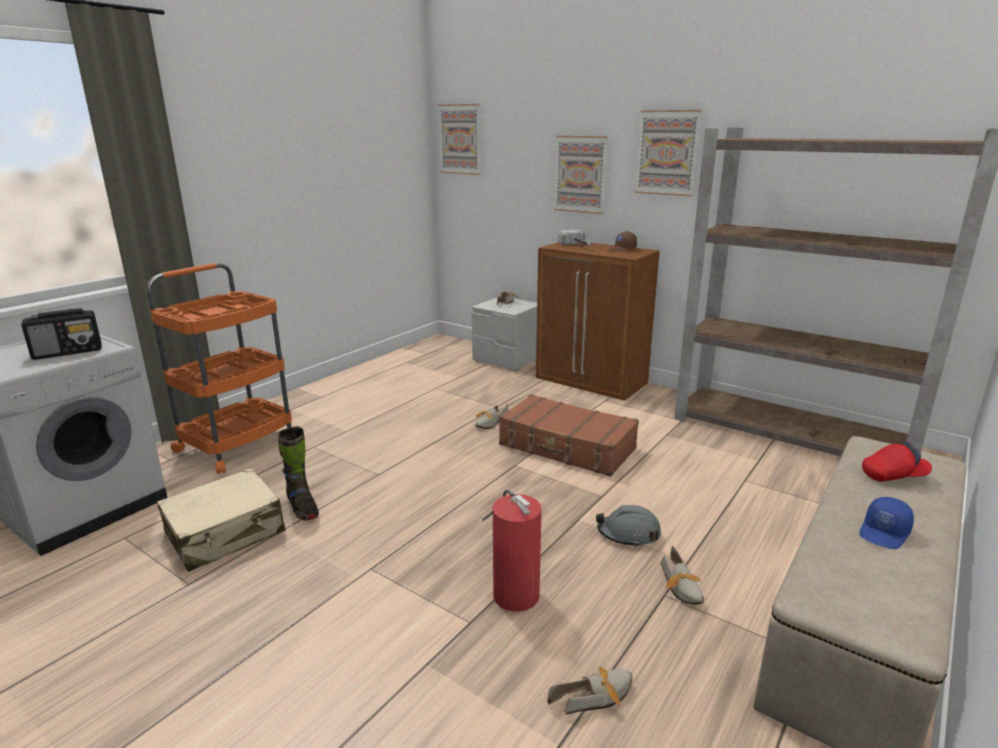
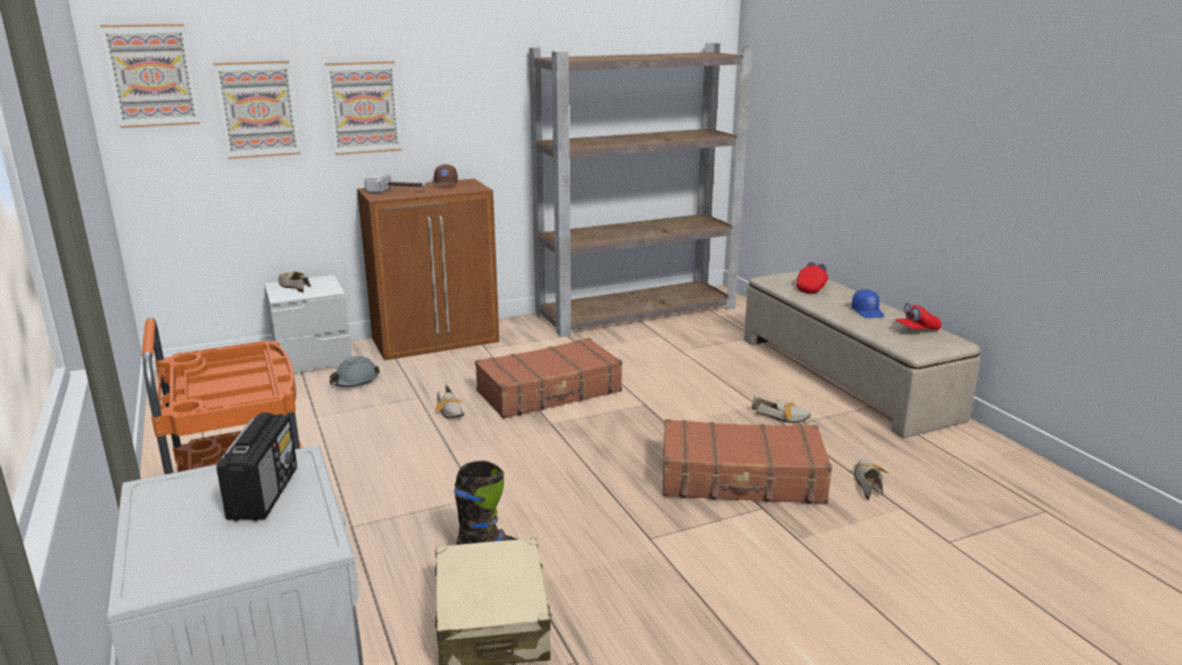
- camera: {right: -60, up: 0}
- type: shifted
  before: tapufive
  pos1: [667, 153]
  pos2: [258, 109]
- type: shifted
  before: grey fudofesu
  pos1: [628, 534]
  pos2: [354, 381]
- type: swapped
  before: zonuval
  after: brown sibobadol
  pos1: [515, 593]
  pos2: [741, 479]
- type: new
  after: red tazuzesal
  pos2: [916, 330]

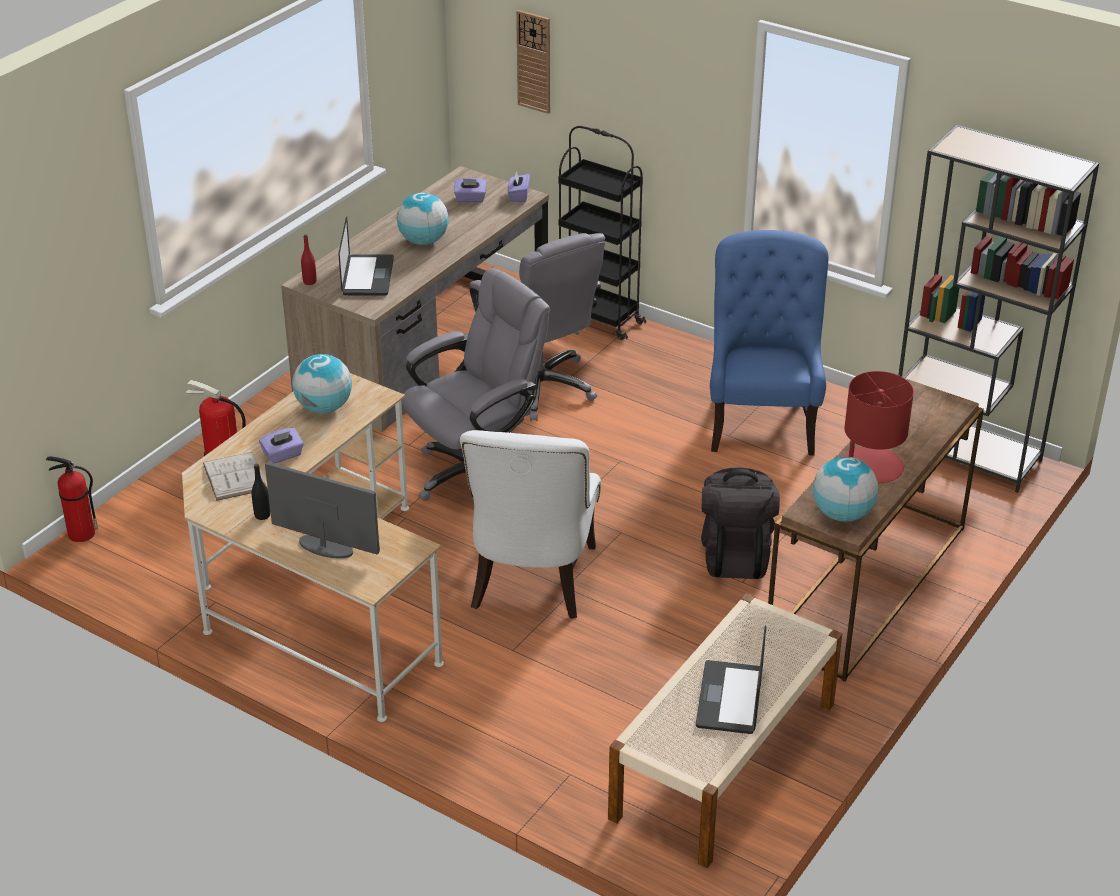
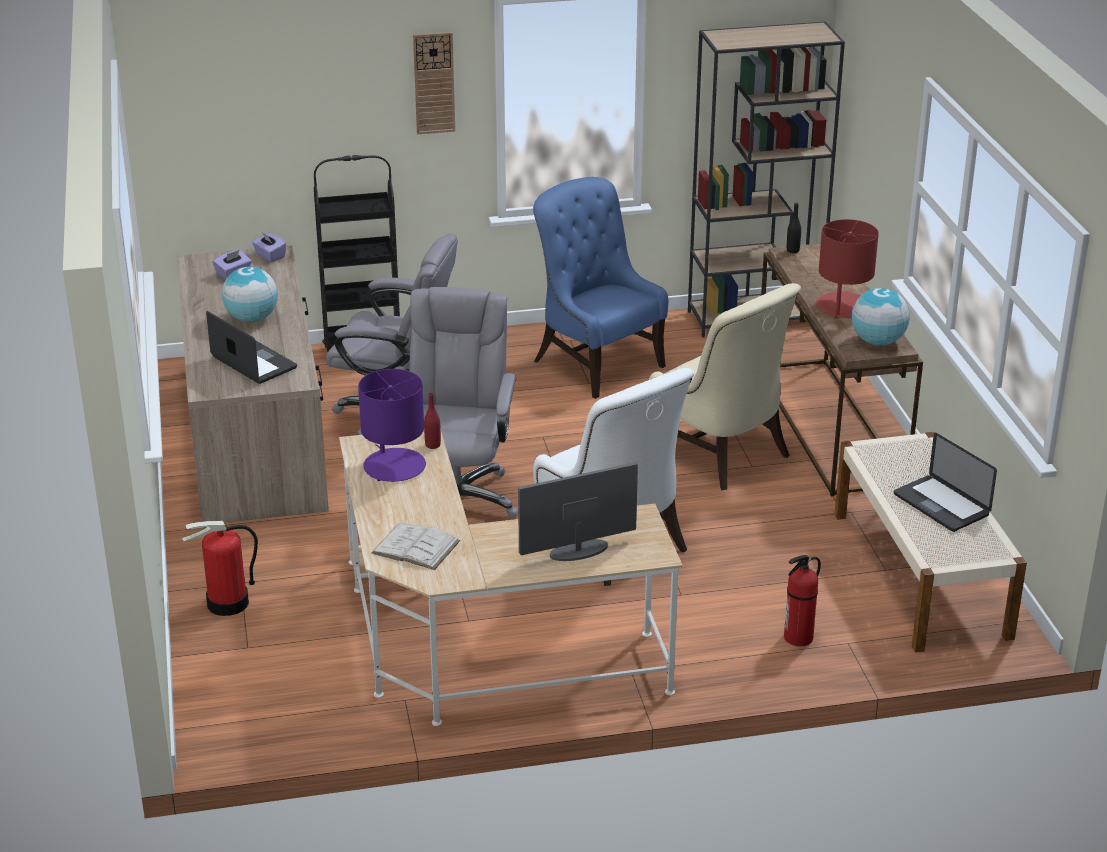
- camera: {right: -45, up: -5}
- type: swapped
  before: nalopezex
  after: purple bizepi
  pos1: [324, 407]
  pos2: [394, 466]
- type: shifted
  before: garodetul
  pos1: [534, 61]
  pos2: [434, 83]
- type: shifted
  before: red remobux
  pos1: [309, 282]
  pos2: [433, 445]
- type: swapped
  before: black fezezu
  after: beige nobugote
  pos1: [735, 555]
  pos2: [721, 453]
- type: shifted
  before: zonuval
  pos1: [80, 534]
  pos2: [798, 638]
- type: shifted
  before: black remobux
  pos1: [262, 515]
  pos2: [792, 250]
- type: gone
  before: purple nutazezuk
  pos1: [283, 455]

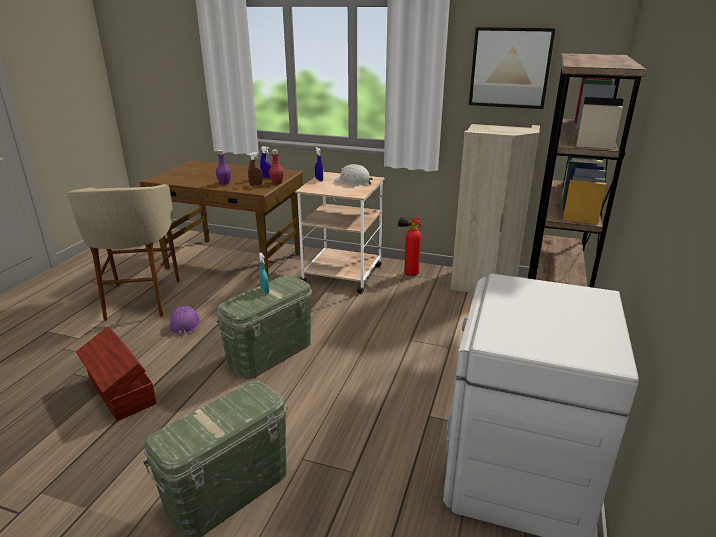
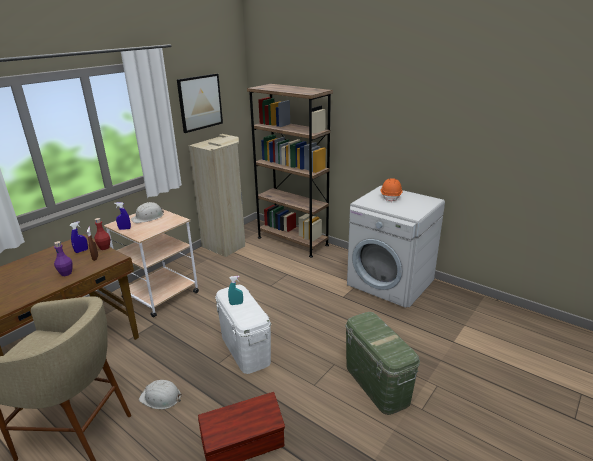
- camera: {right: -70, up: 0}
- type: repainted
  before: purple fudofesu
  after: white fudofesu
  pos1: [185, 324]
  pos2: [161, 397]
- type: repainted
  before: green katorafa
  after: white katorafa
  pos1: [270, 353]
  pos2: [245, 348]
- type: new
  after: orange fudofesu
  pos2: [391, 196]
- type: gone
  before: zonuval
  pos1: [408, 273]

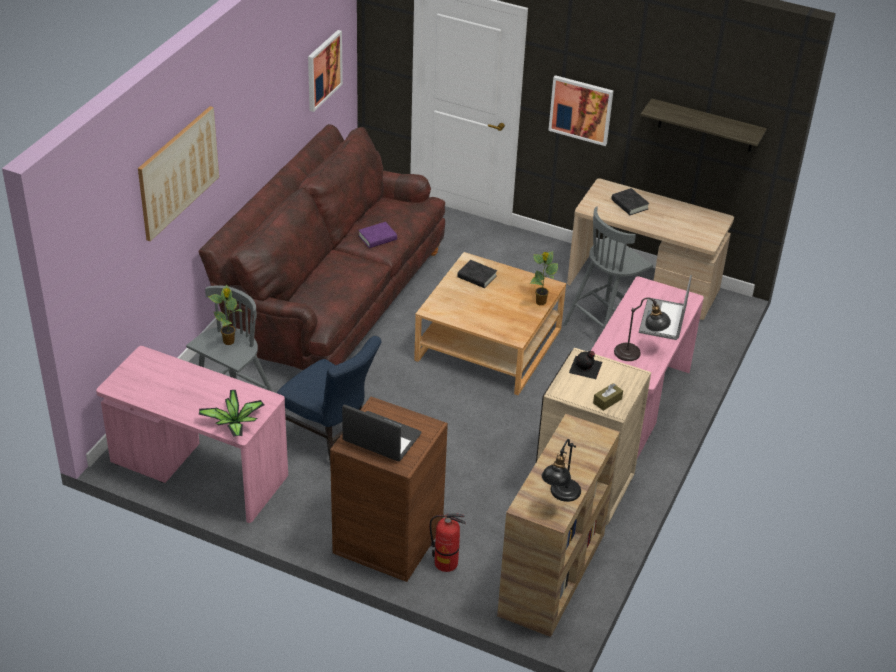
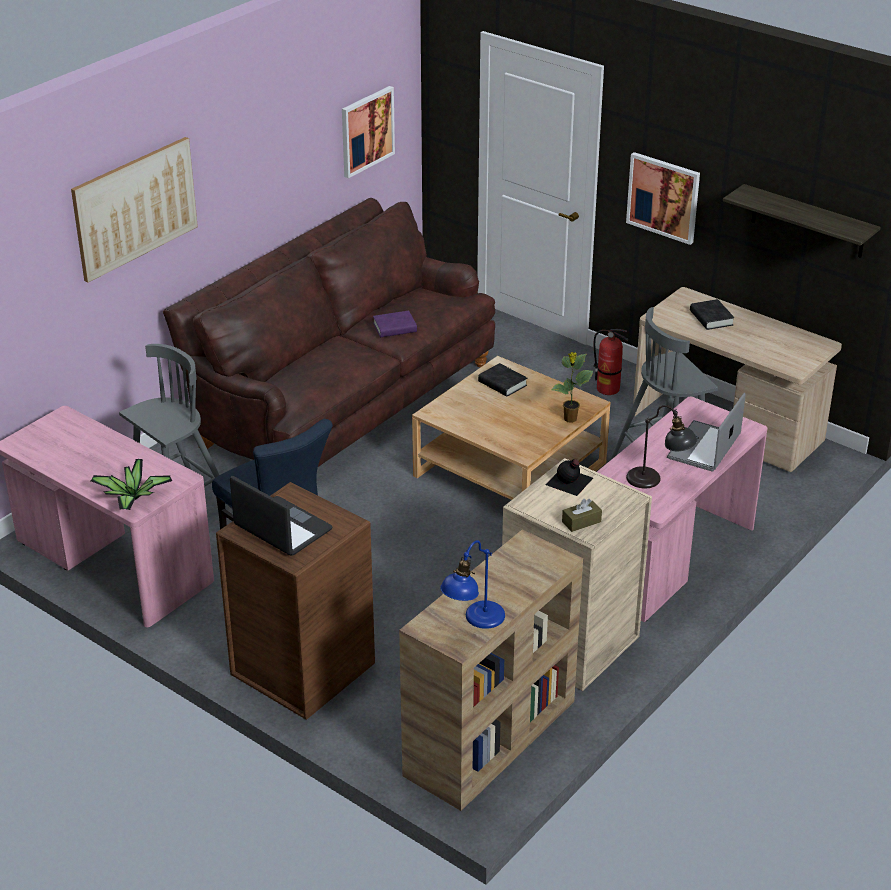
- camera: {right: 15, up: -5}
- type: repainted
  before: black bizepi
  after: blue bizepi
  pos1: [560, 499]
  pos2: [474, 624]
- type: shifted
  before: zonuval
  pos1: [446, 563]
  pos2: [608, 389]
- type: gone
  before: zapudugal
  pos1: [229, 342]

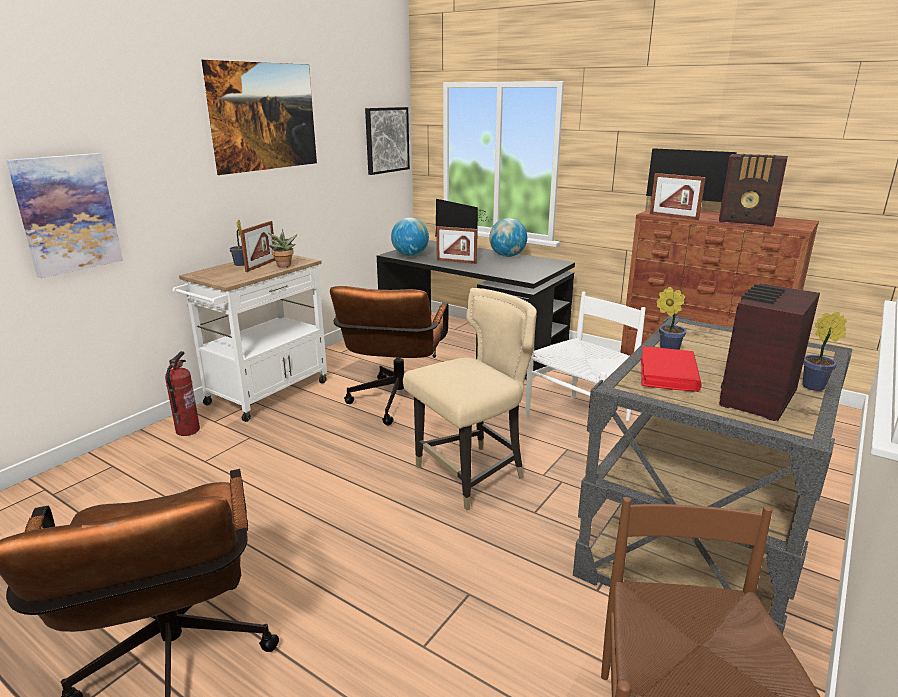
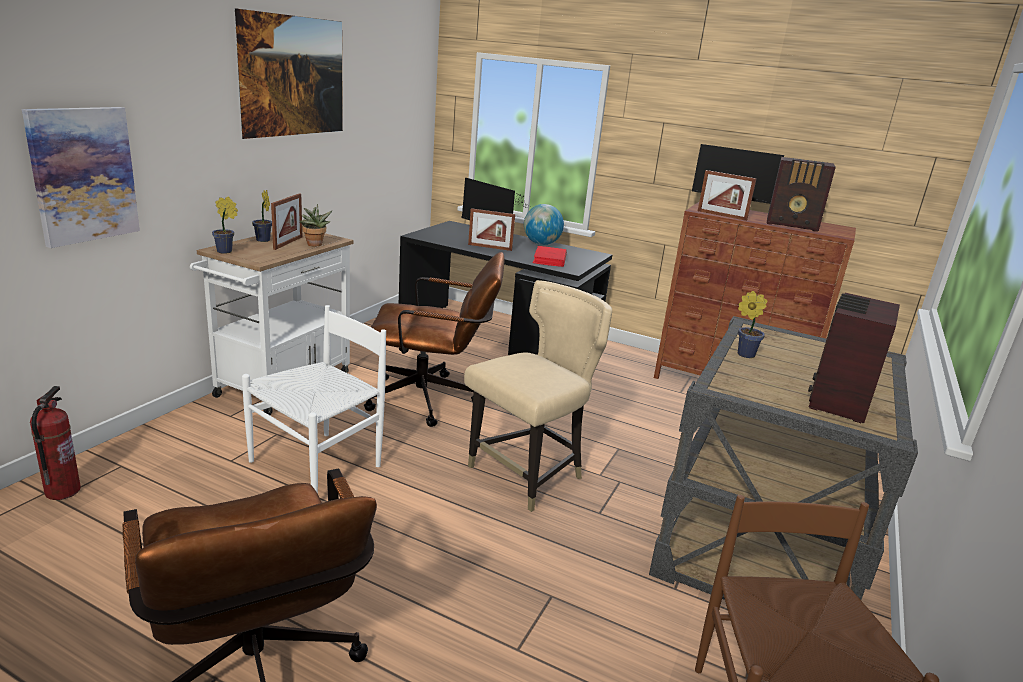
- camera: {right: -10, up: 0}
- type: shifted
  before: zonuval
  pos1: [187, 430]
  pos2: [62, 491]
- type: shifted
  before: zapudugal
  pos1: [816, 387]
  pos2: [226, 251]
- type: shifted
  before: white nobugote
  pos1: [580, 420]
  pos2: [319, 465]
- type: rotated
  before: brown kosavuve
  pos1: [397, 405]
  pos2: [432, 400]
  turn: -90
- type: shifted
  before: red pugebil
  pos1: [668, 373]
  pos2: [549, 259]
- type: gone
  before: tapufive
  pos1: [386, 140]
- type: gone
  before: nalopezex
  pos1: [410, 255]

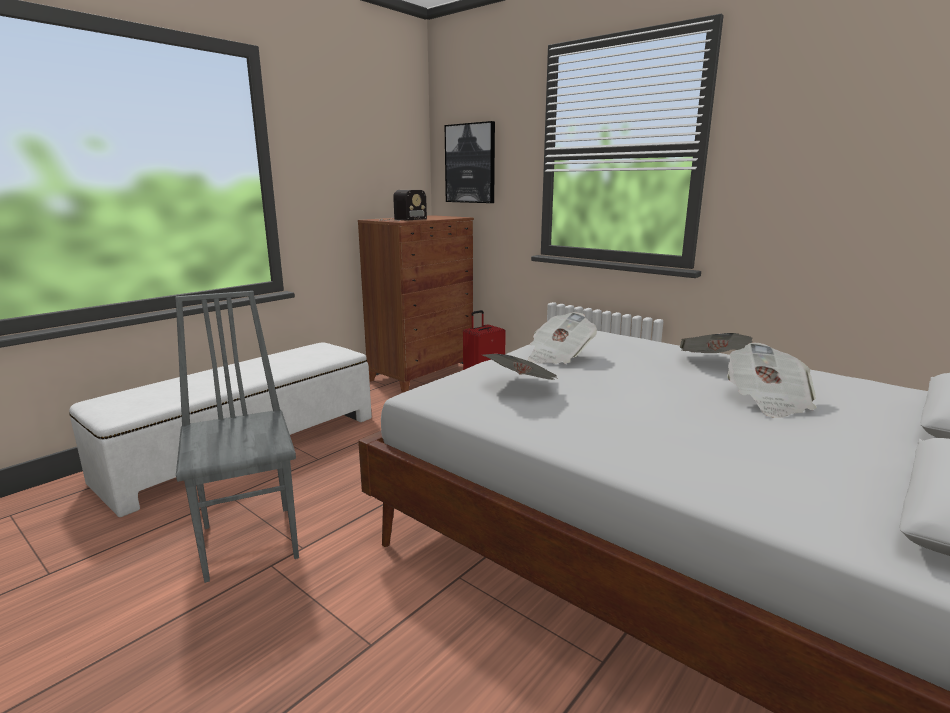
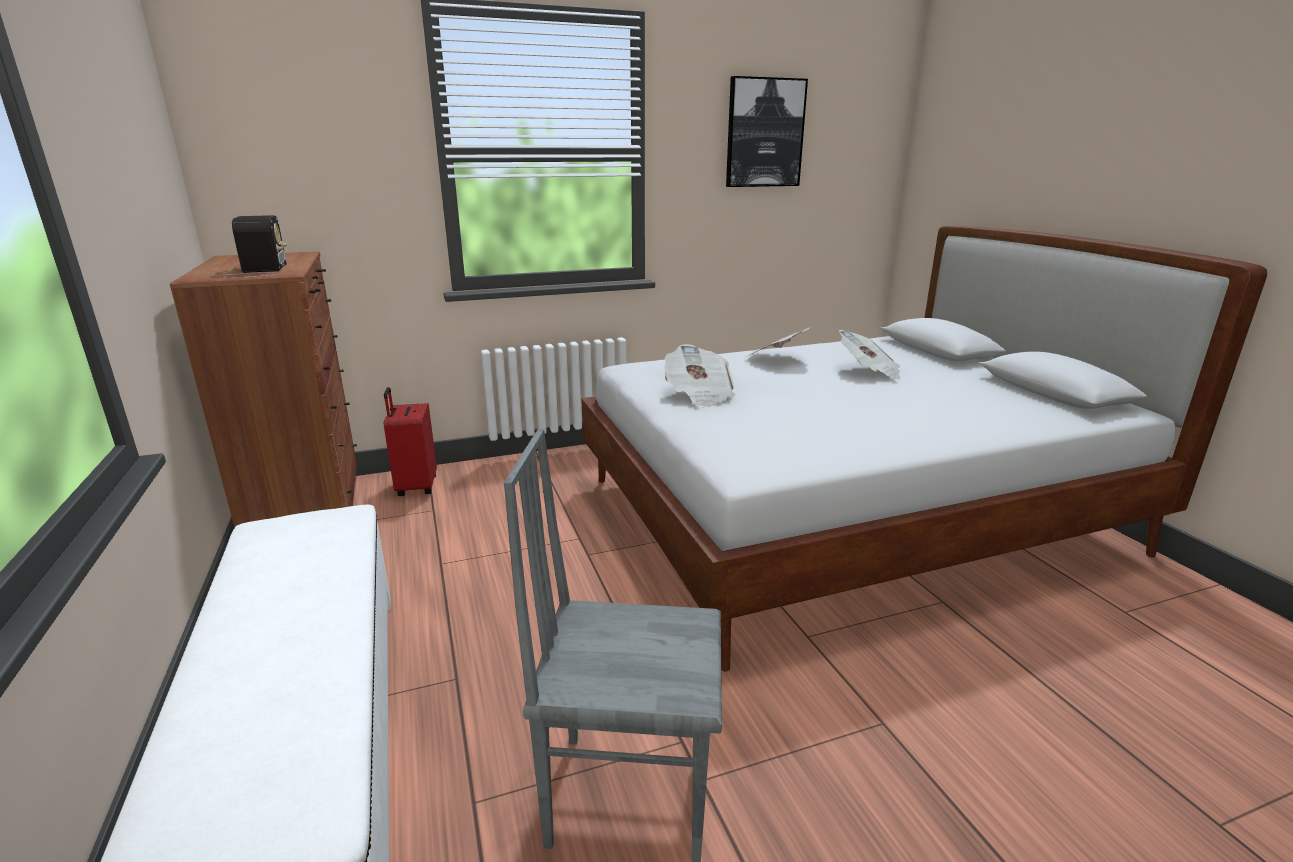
- camera: {right: -60, up: 5}
- type: shifted
  before: tapufive
  pos1: [470, 163]
  pos2: [764, 133]
- type: gone
  before: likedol
  pos1: [523, 388]

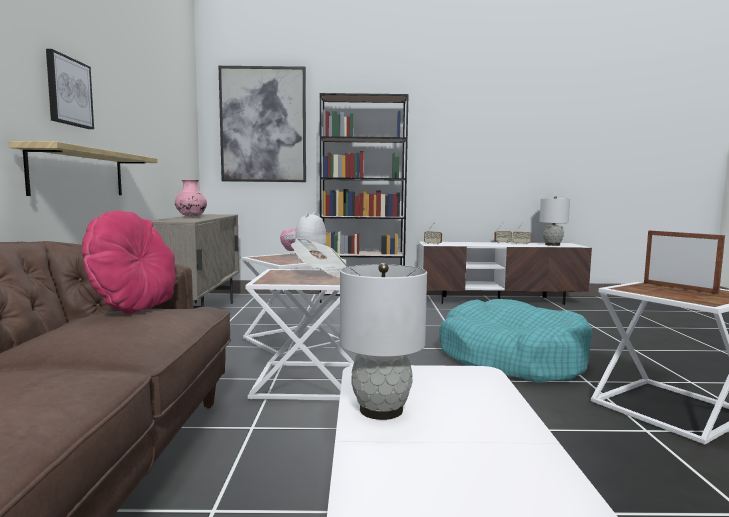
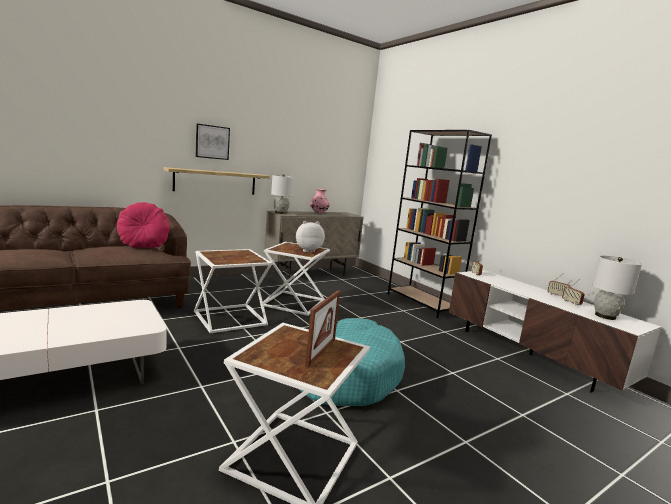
- camera: {right: 55, up: 5}
- type: shifted
  before: white bizepi
  pos1: [380, 410]
  pos2: [280, 213]
- type: gone
  before: tapufive
  pos1: [263, 125]
- type: gone
  before: likedol
  pos1: [321, 273]

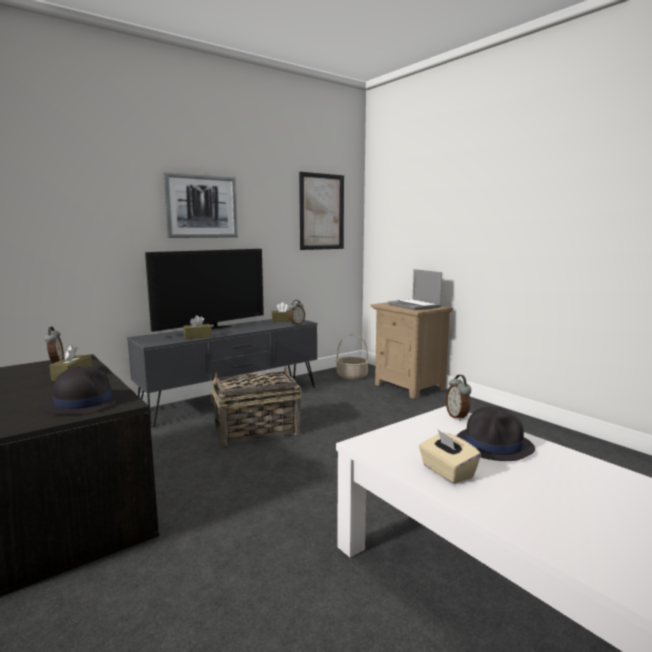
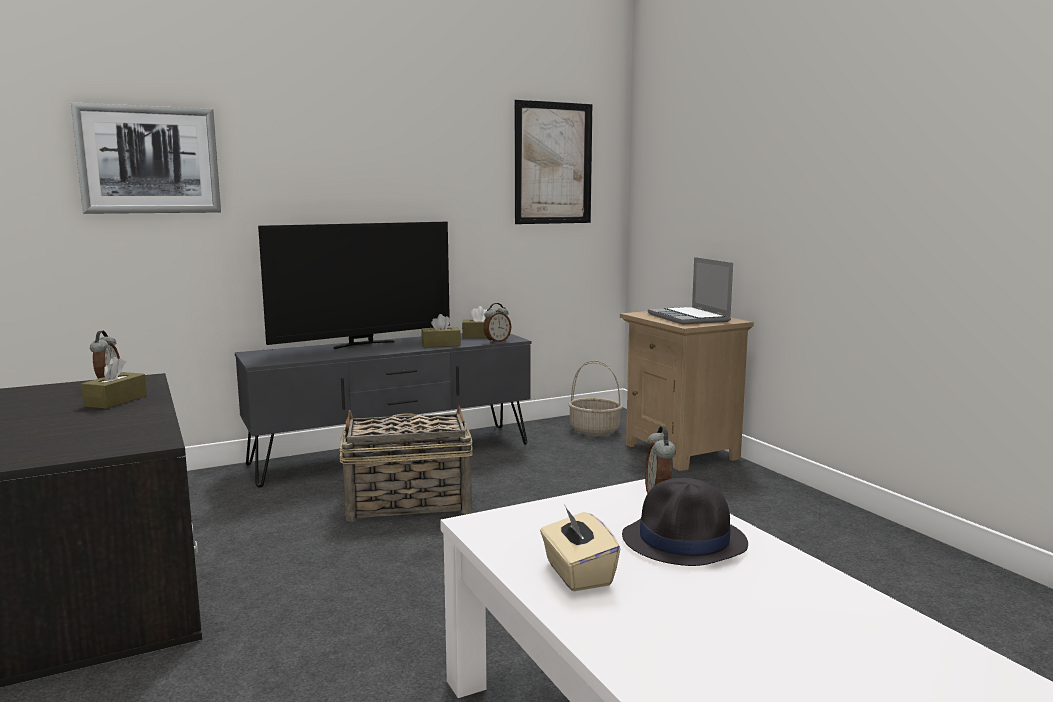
- camera: {right: 10, up: 0}
- type: shifted
  before: tapufive
  pos1: [202, 206]
  pos2: [149, 160]
- type: shifted
  before: brown nutazezuk
  pos1: [197, 336]
  pos2: [441, 345]
- type: gone
  before: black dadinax
  pos1: [83, 402]

